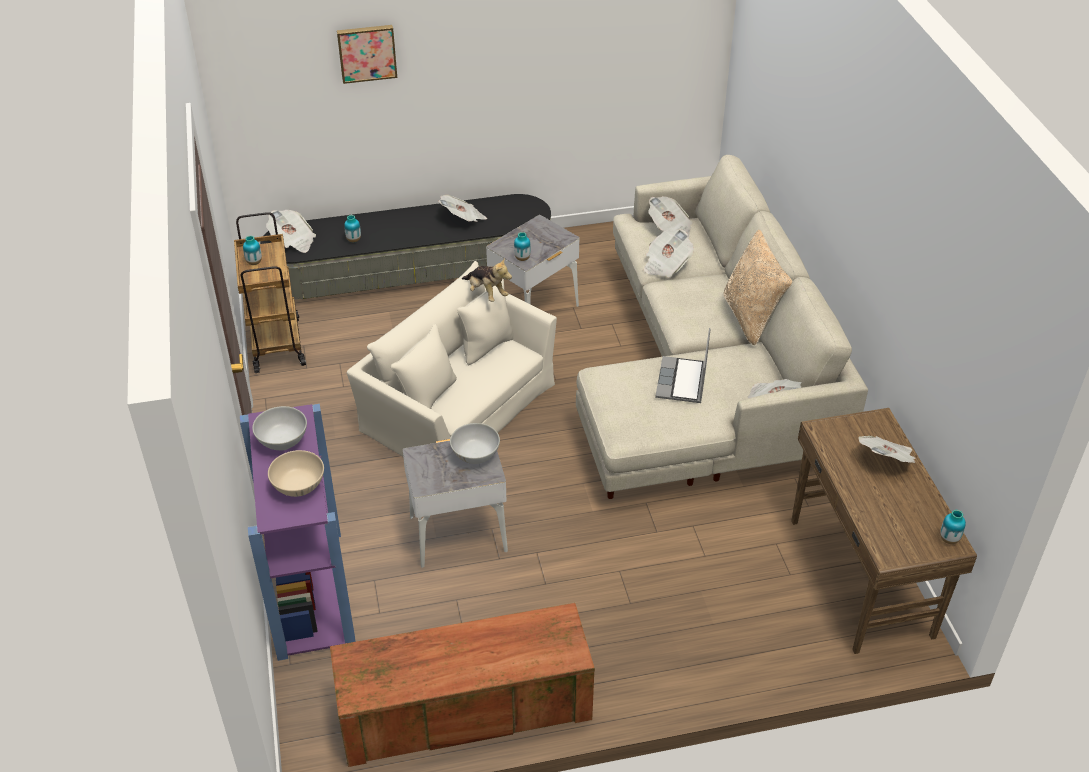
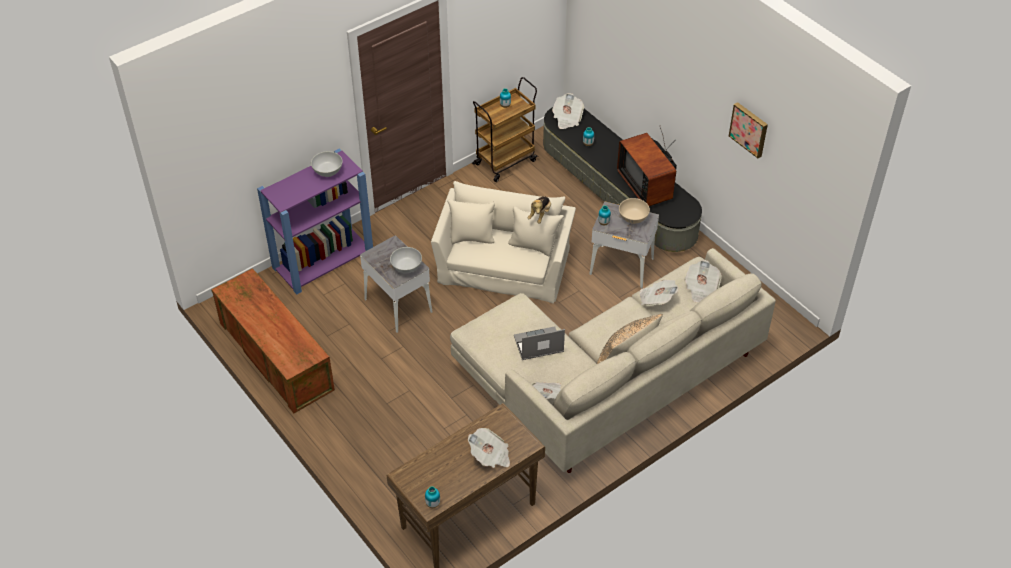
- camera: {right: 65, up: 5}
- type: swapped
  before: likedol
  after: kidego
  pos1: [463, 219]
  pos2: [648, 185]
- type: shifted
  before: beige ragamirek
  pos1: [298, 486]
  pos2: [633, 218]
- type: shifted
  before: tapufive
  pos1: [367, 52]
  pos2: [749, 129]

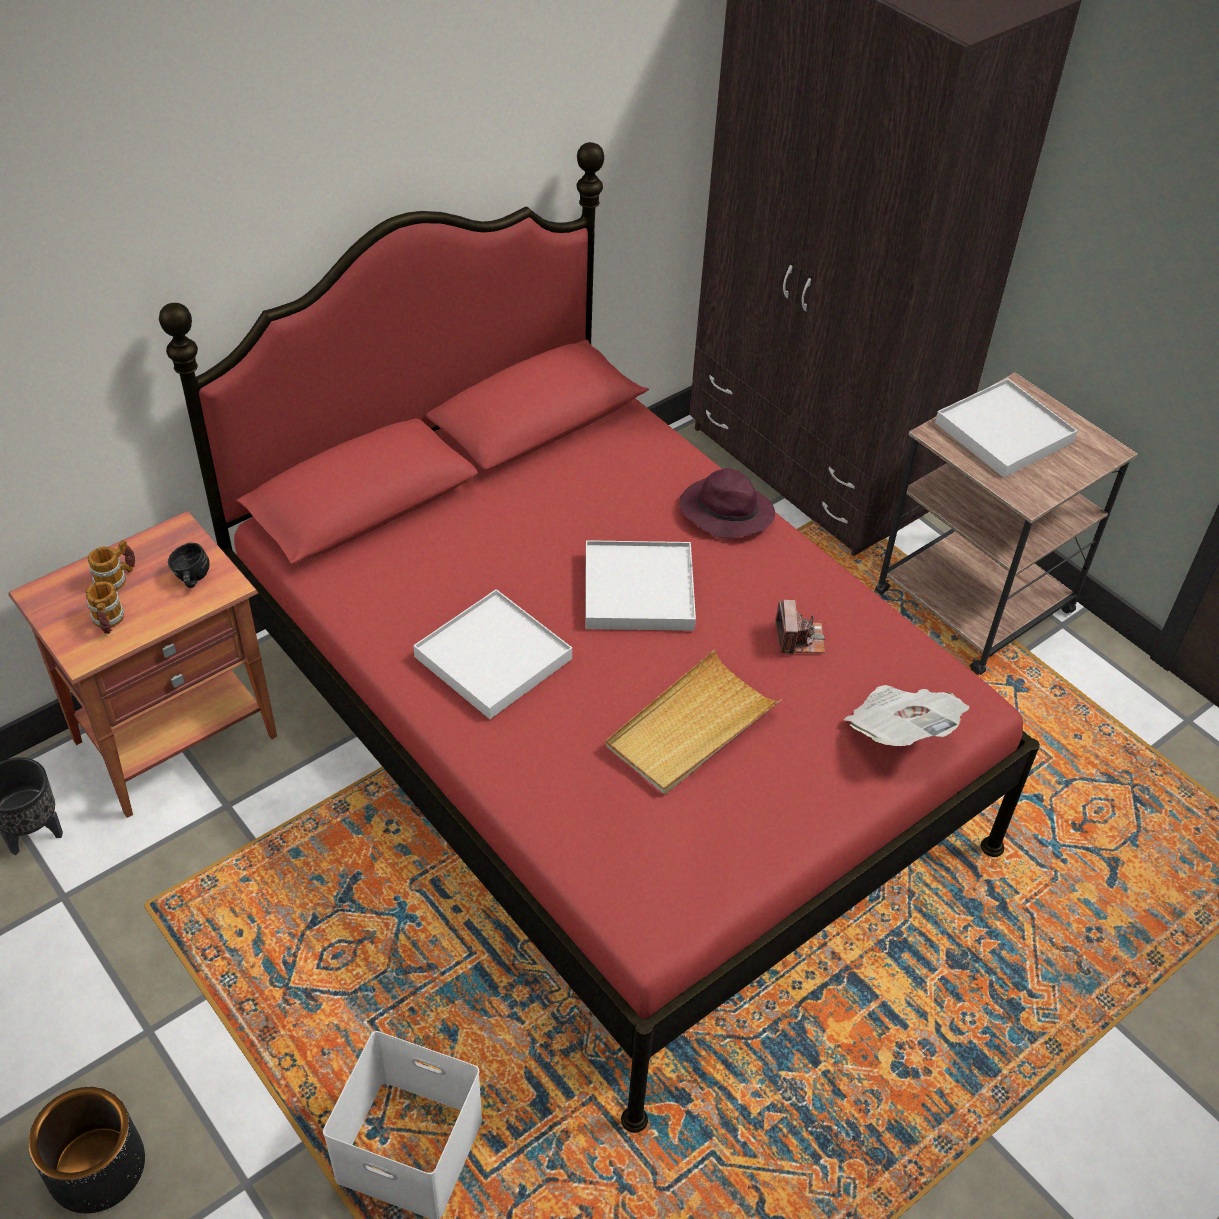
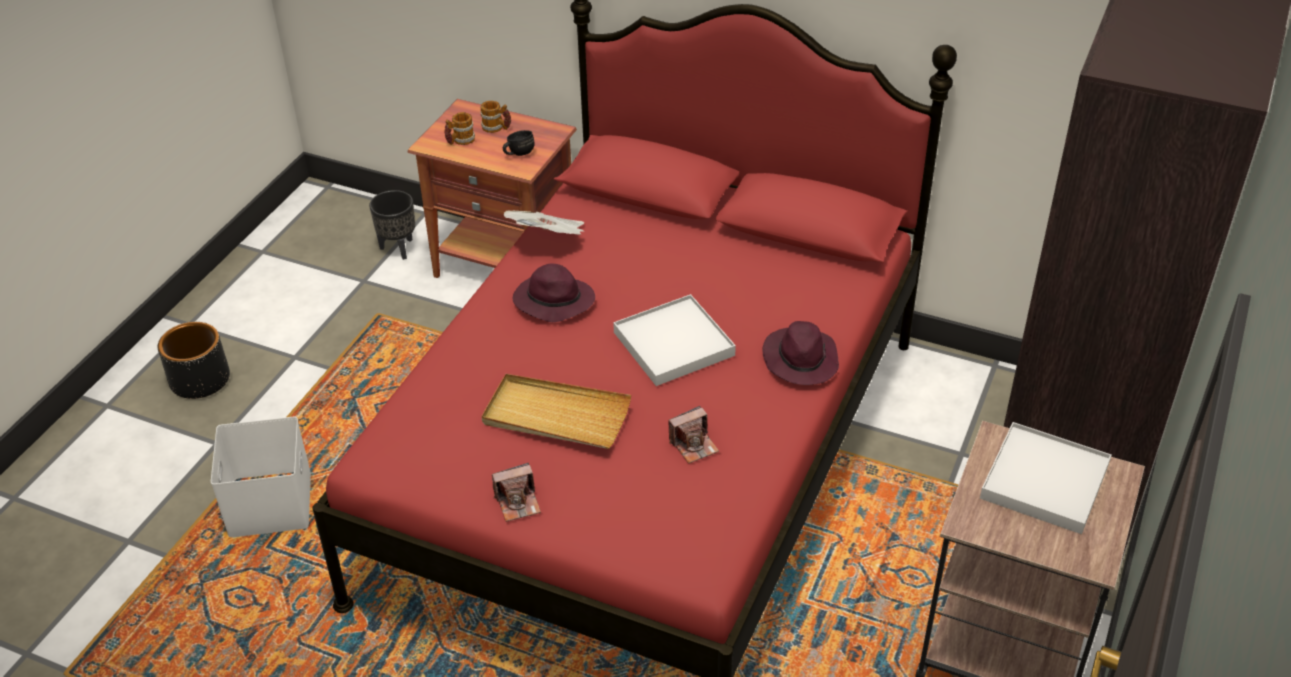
- camera: {right: 65, up: -5}
- type: new
  after: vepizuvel
  pos2: [518, 502]
- type: shifted
  before: likedol
  pos1: [899, 732]
  pos2: [549, 239]
- type: swapped
  before: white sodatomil
  after: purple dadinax
  pos1: [493, 658]
  pos2: [552, 301]

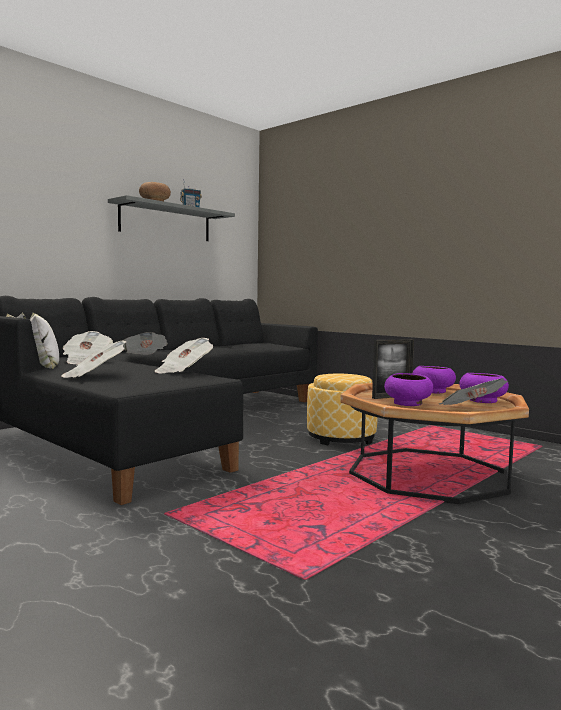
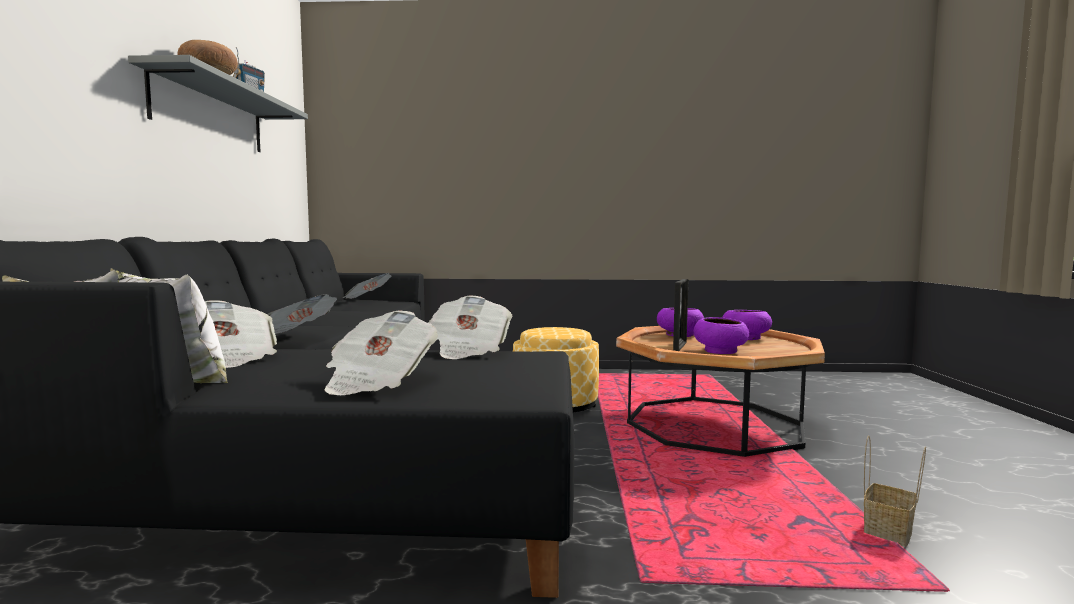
- camera: {right: -40, up: 0}
- type: shifted
  before: likedol
  pos1: [471, 410]
  pos2: [367, 299]
- type: new
  after: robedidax
  pos2: [889, 532]

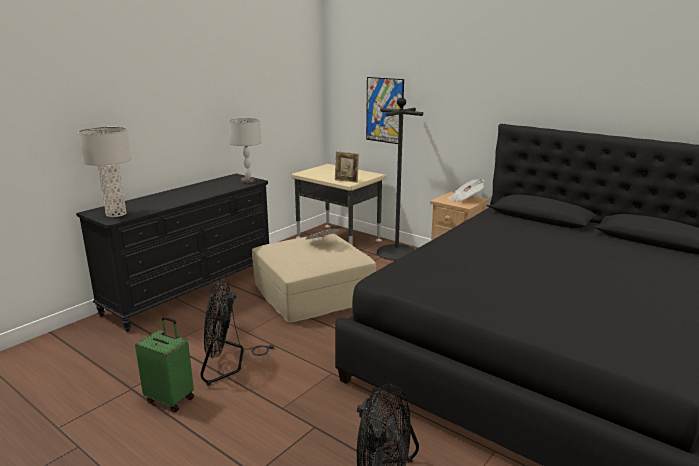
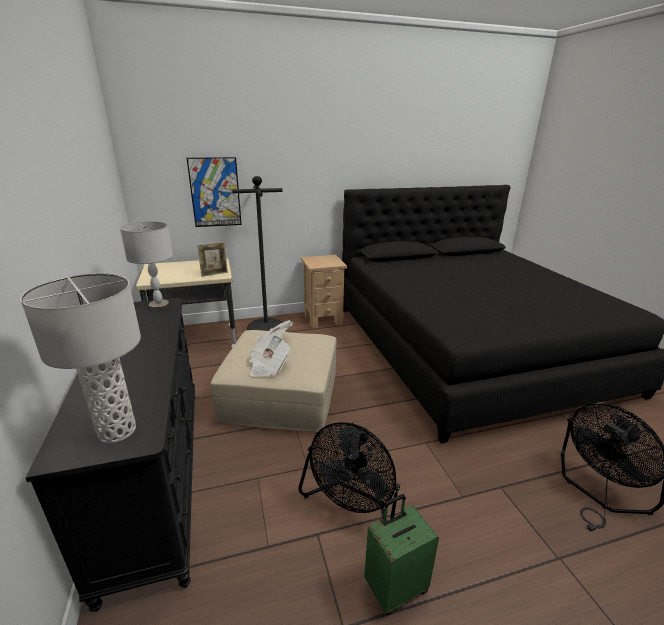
- camera: {right: -55, up: 5}
- type: shifted
  before: likedol
  pos1: [465, 199]
  pos2: [268, 366]

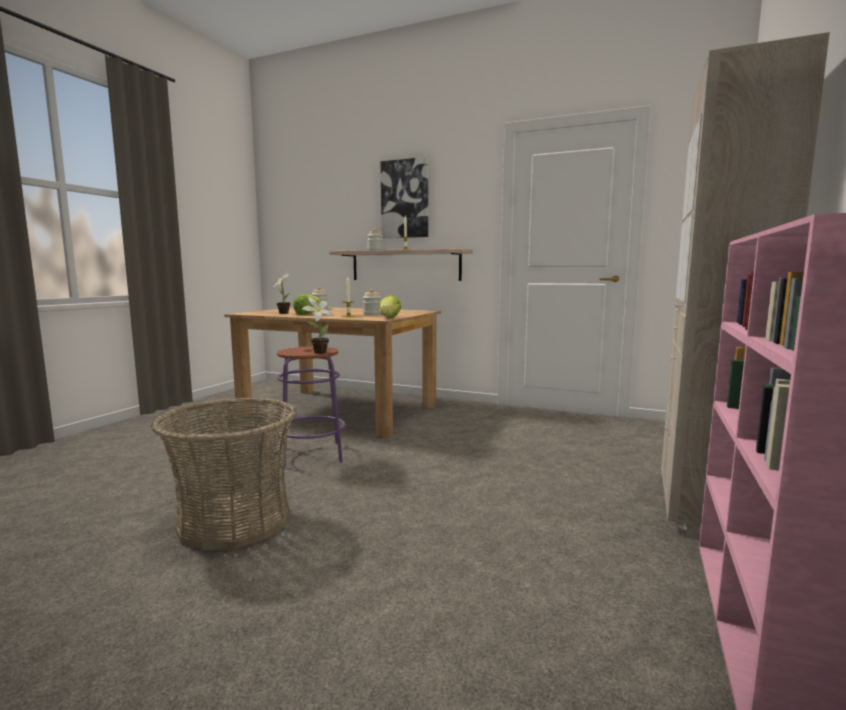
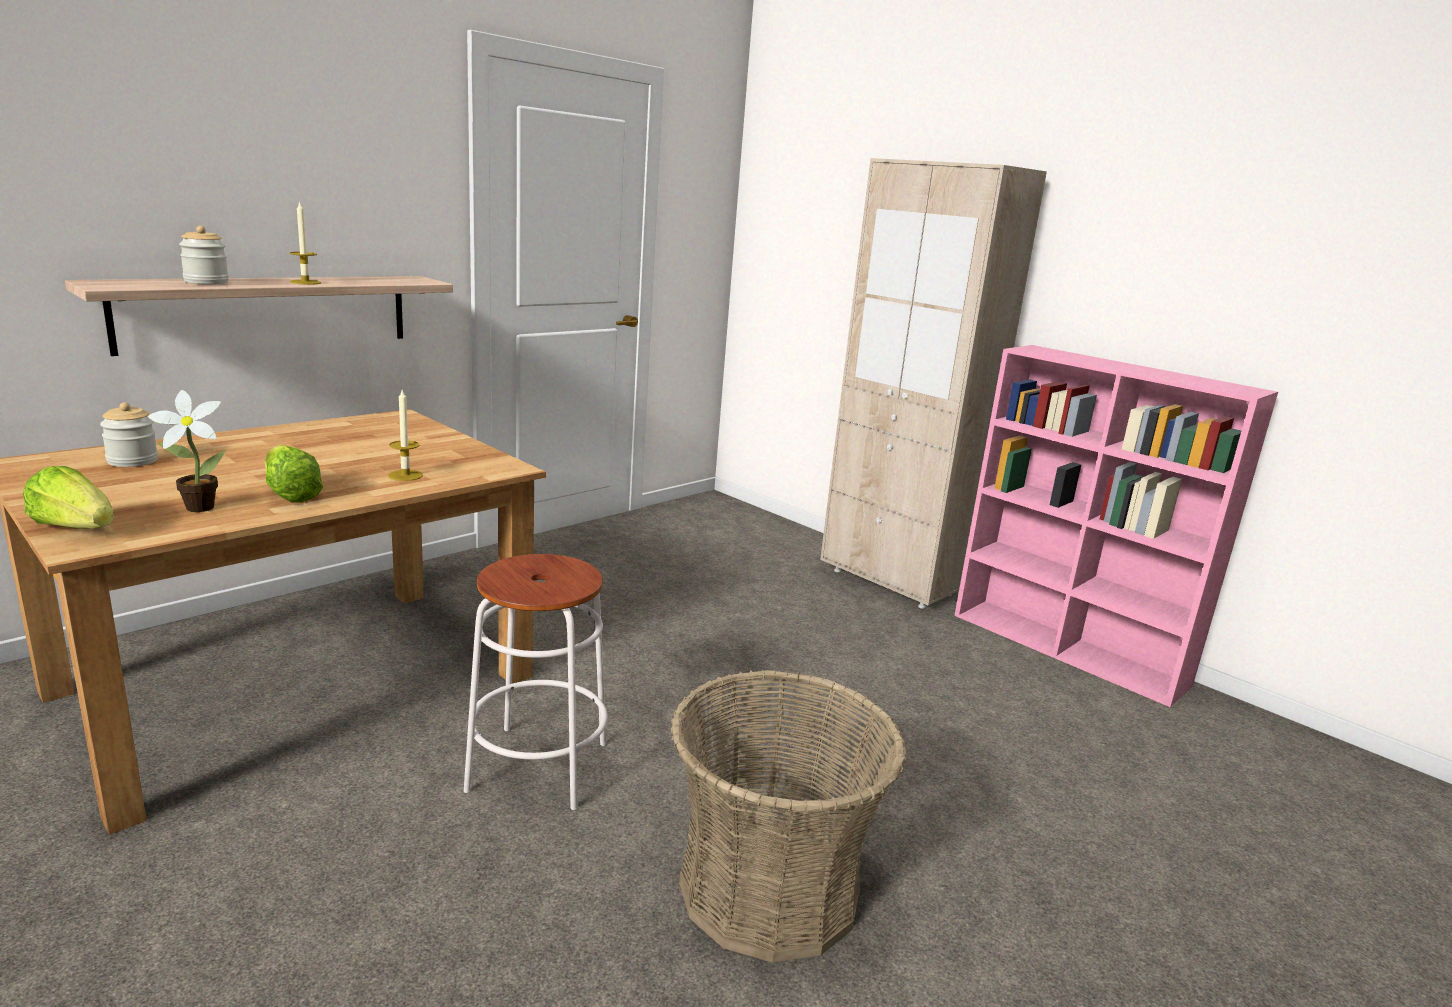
- camera: {right: -70, up: 10}
- type: shifted
  before: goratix
  pos1: [389, 318]
  pos2: [76, 528]
- type: repainted
  before: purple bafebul
  after: white bafebul
  pos1: [312, 454]
  pos2: [538, 766]
- type: gone
  before: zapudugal
  pos1: [318, 352]
- type: gone
  before: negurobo
  pos1: [372, 314]
- type: gone
  before: tapufive
  pos1: [405, 199]

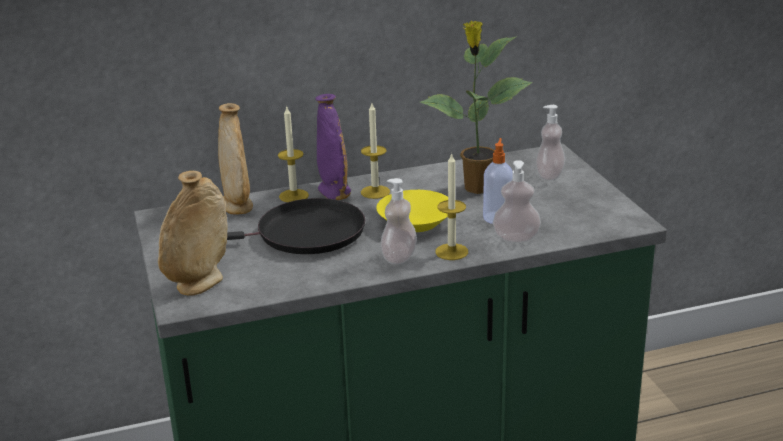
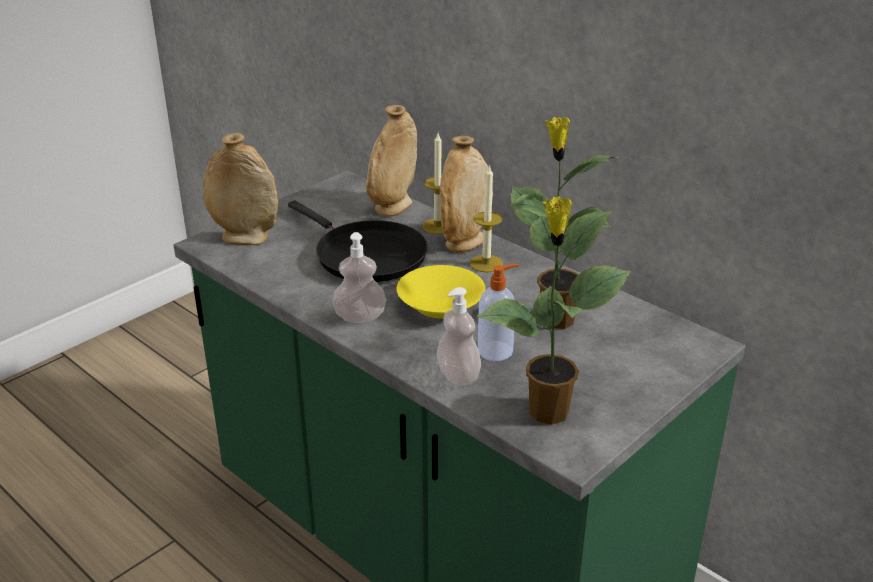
- camera: {right: 60, up: 5}
- type: repainted
  before: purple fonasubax
  after: beige fonasubax
  pos1: [334, 192]
  pos2: [465, 242]
- type: new
  after: zapudugal
  pos2: [547, 413]
- type: gone
  before: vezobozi
  pos1: [451, 252]
- type: gone
  before: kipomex
  pos1: [549, 175]

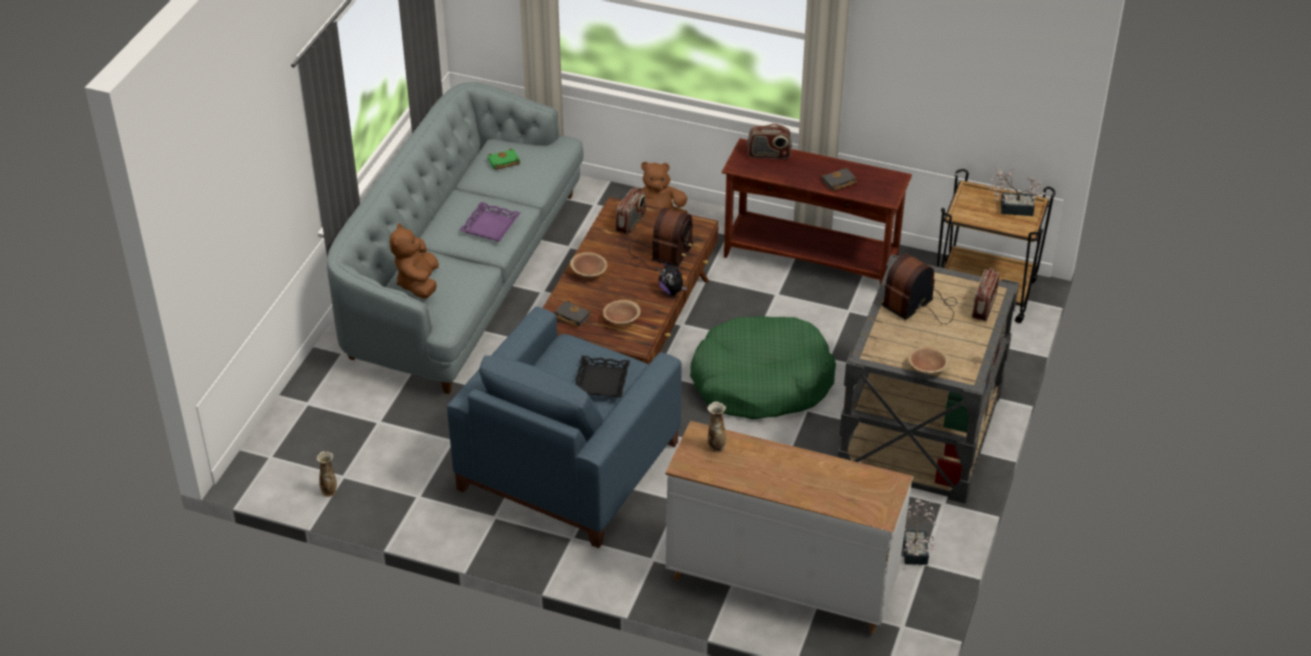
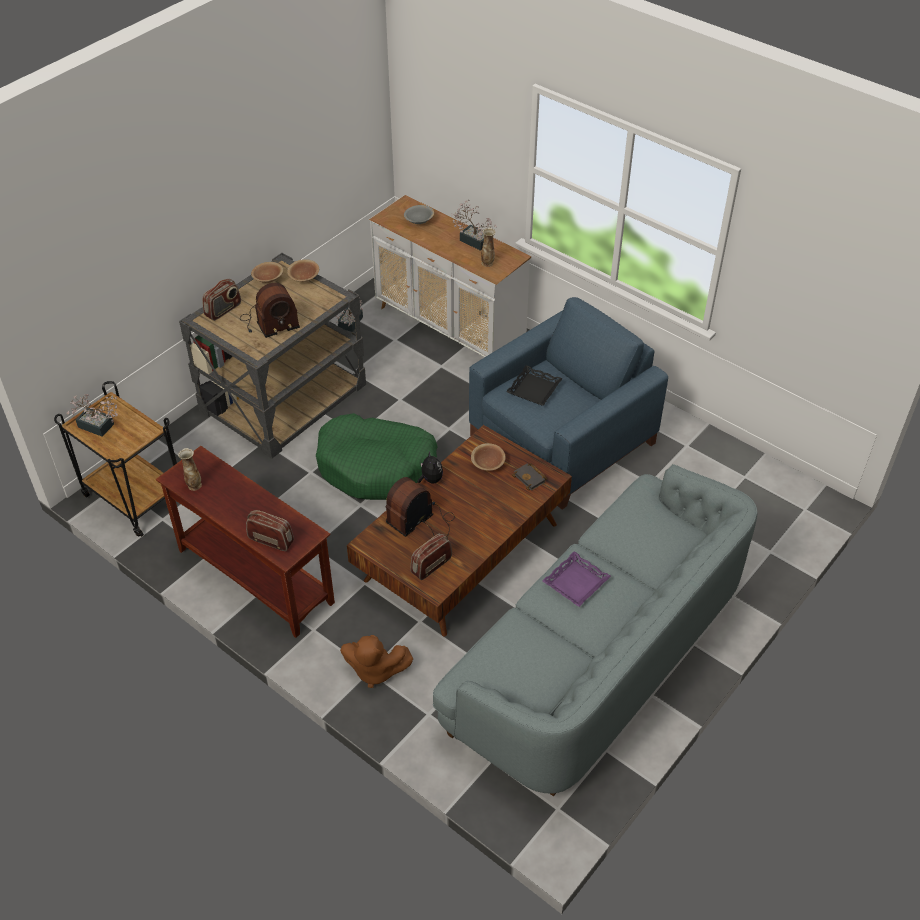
- camera: {right: -160, up: 5}
- type: shifted
  before: fonasubax
  pos1: [329, 491]
  pos2: [194, 485]
- type: shifted
  before: brown ragamirek
  pos1: [589, 272]
  pos2: [268, 279]
- type: new
  after: grey ragamirek
  pos2: [419, 221]
- type: new
  after: zapudugal
  pos2: [472, 239]
- type: gone
  before: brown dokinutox
  pos1: [418, 283]
- type: gone
  before: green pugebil
  pos1: [503, 162]
- type: gone
  before: black pugebil
  pos1: [838, 182]

